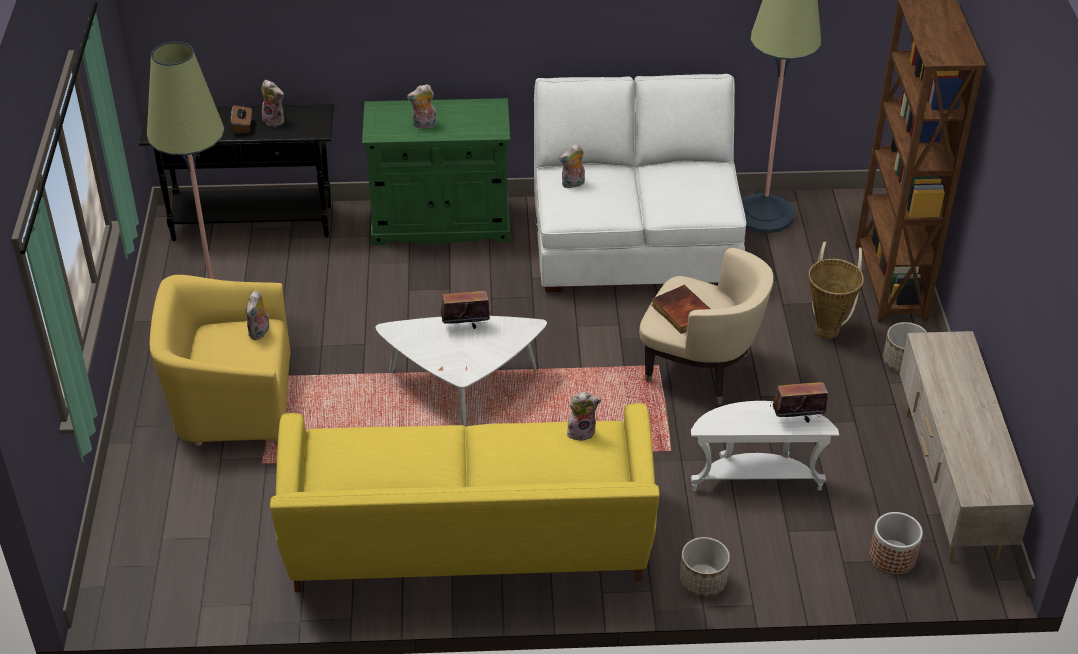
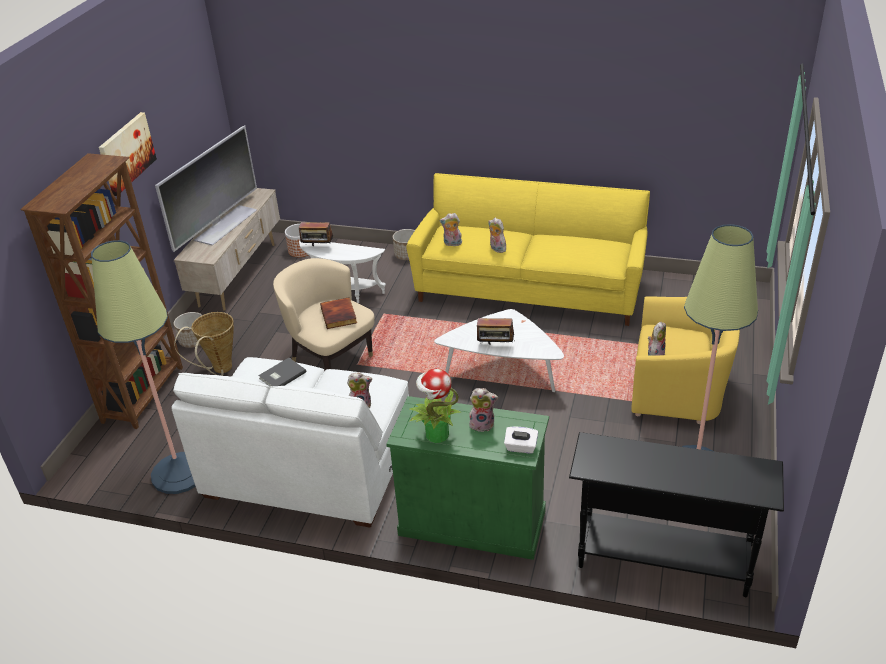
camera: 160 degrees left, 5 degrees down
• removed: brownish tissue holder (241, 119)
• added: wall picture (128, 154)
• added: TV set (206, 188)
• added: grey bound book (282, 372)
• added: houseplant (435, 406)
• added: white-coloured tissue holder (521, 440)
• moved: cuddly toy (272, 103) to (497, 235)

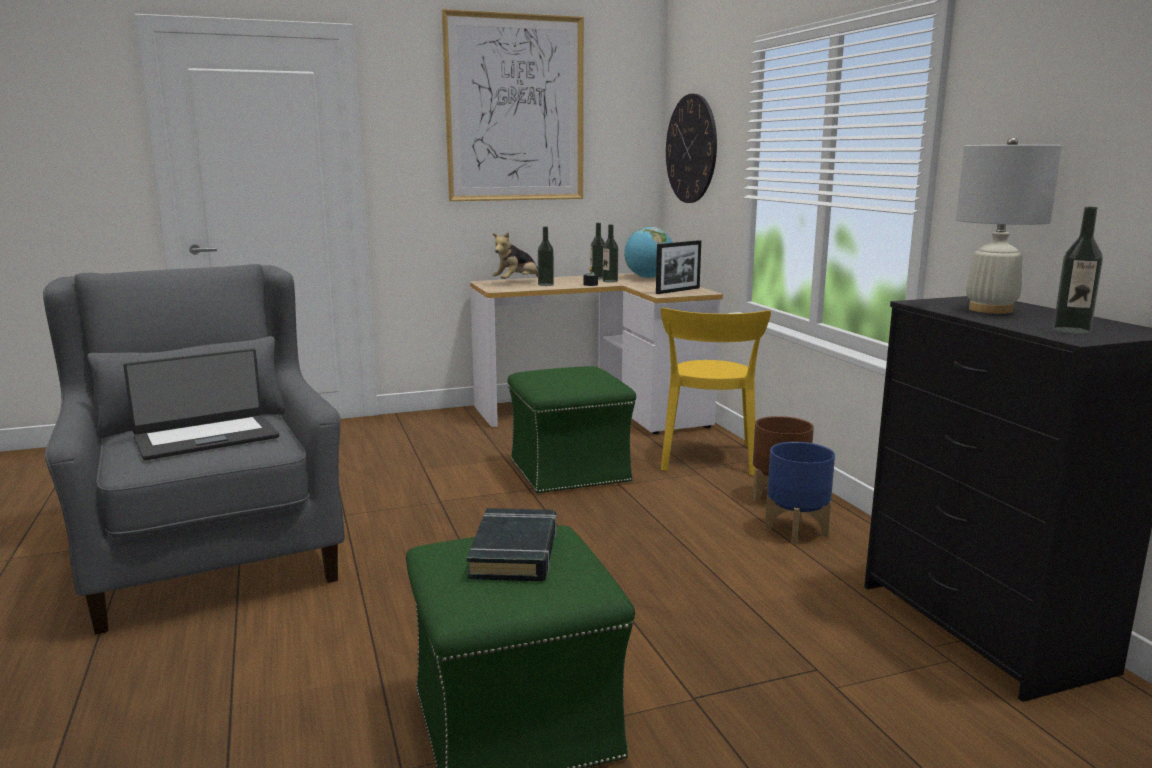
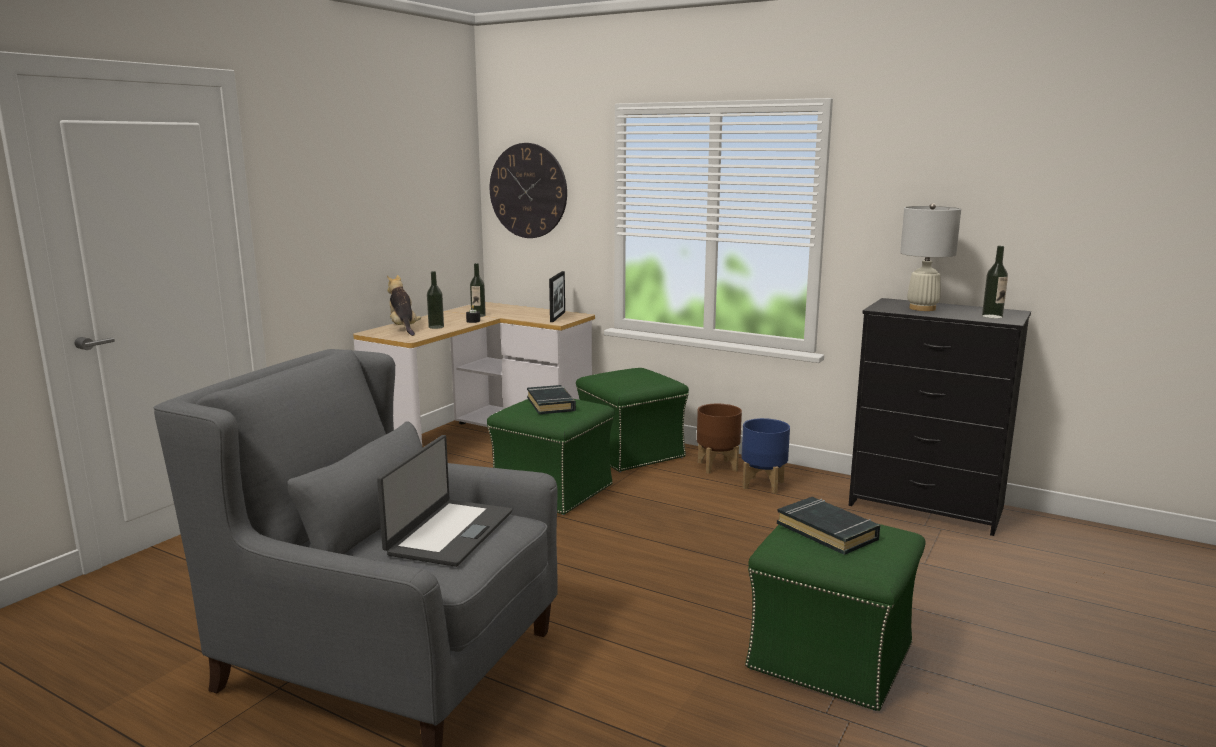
camera: 40 degrees left, 0 degrees up
• removed: wall picture (513, 105)
• removed: bottle (598, 251)
• removed: world globe (648, 252)
• added: blackish bound book (551, 399)
• replaced: yellowish chair (716, 391) to greenish footrest (632, 420)
• turned: cuddly toy (515, 255) = (404, 305) 150 degrees clockwise

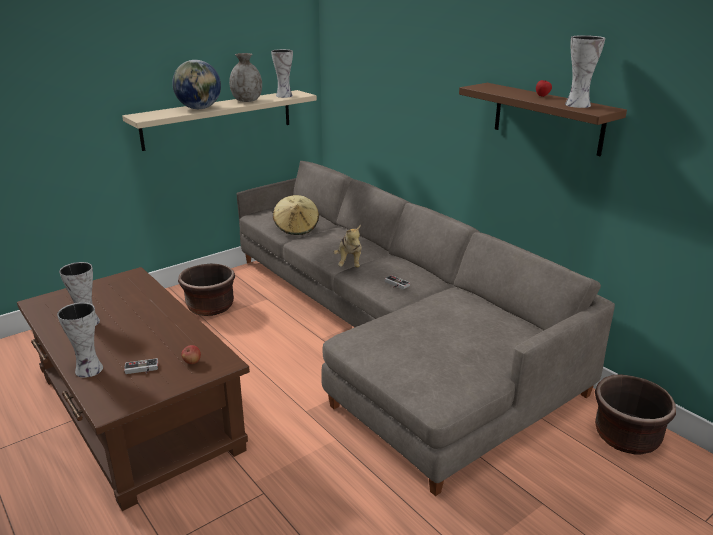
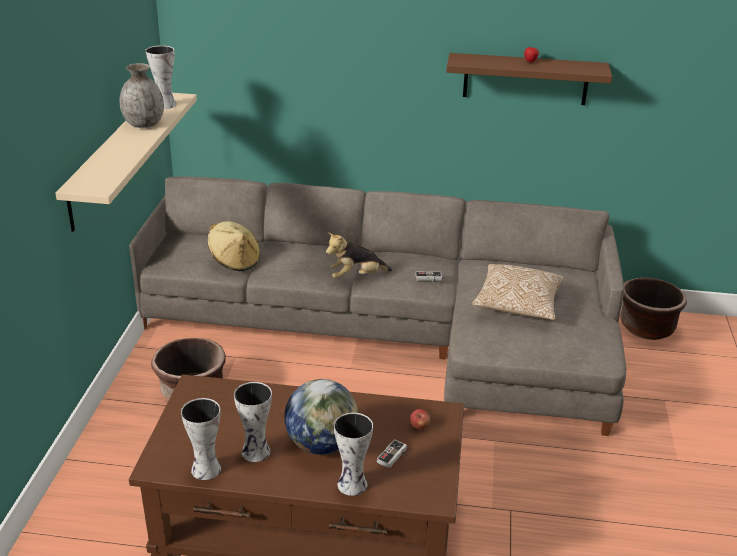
camera: 45 degrees left, 5 degrees up
• added: cushion (518, 292)
• moved: world globe (196, 84) to (321, 417)
• moved: decorative vase (585, 71) to (201, 439)
• turned: cuddly toy (348, 246) = (359, 255) 120 degrees clockwise

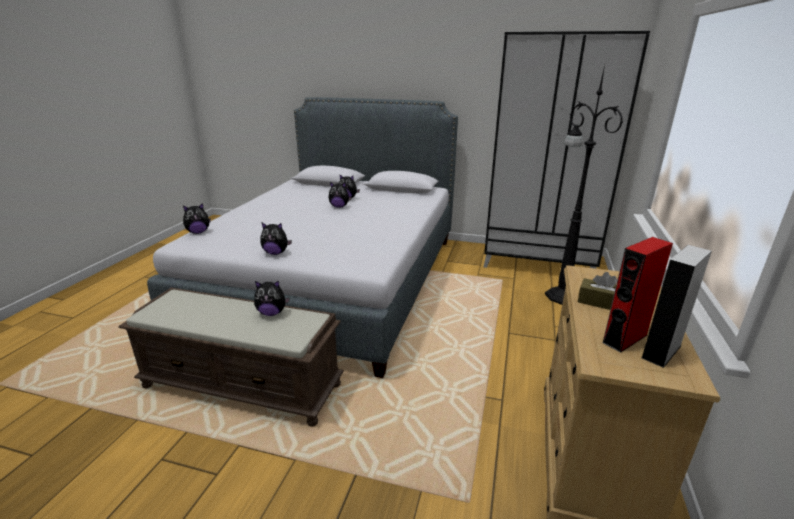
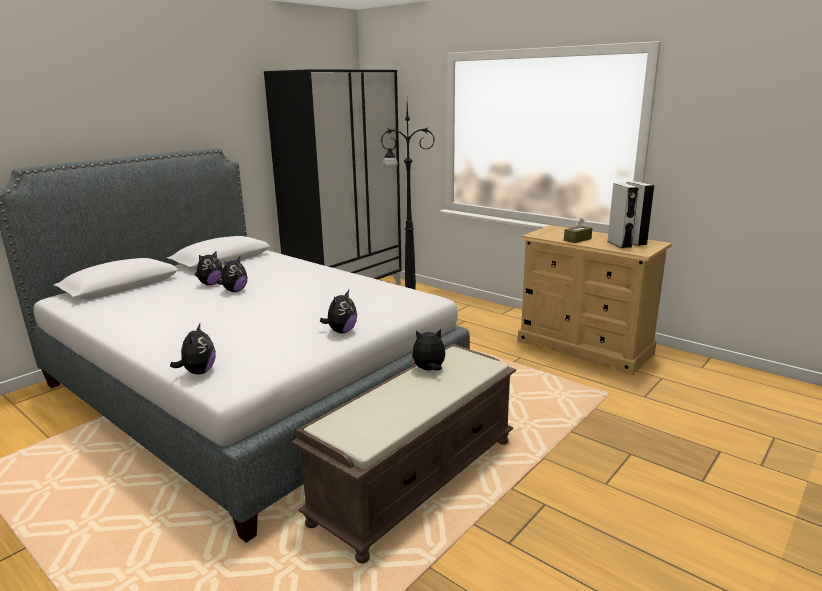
camera: 65 degrees left, 5 degrees down
• recoloured: reddish speaker (637, 295) to grey speaker (623, 215)
• turned: cuddly toy (272, 298) = (428, 350) 120 degrees counterclockwise

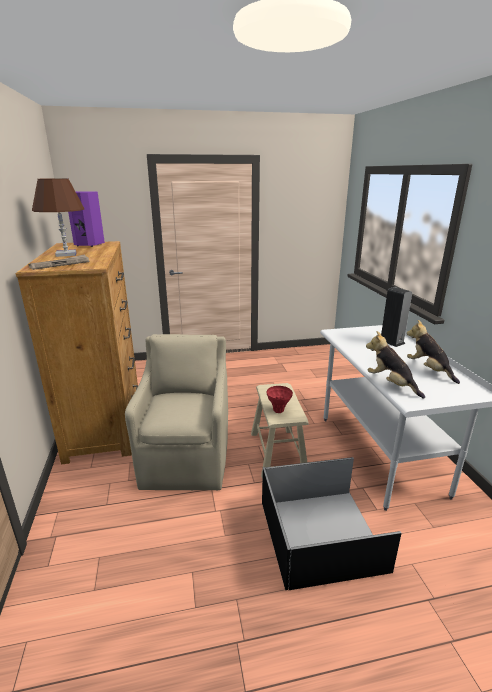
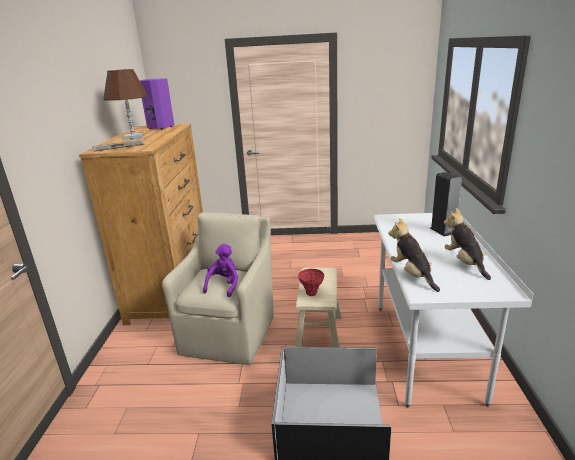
camera: 15 degrees right, 0 degrees up
• added: purple-coloured cuddly toy (220, 270)

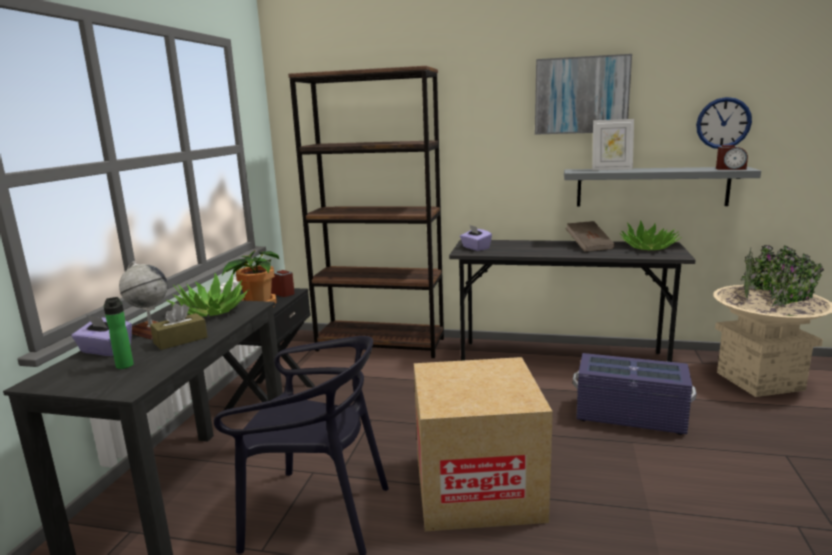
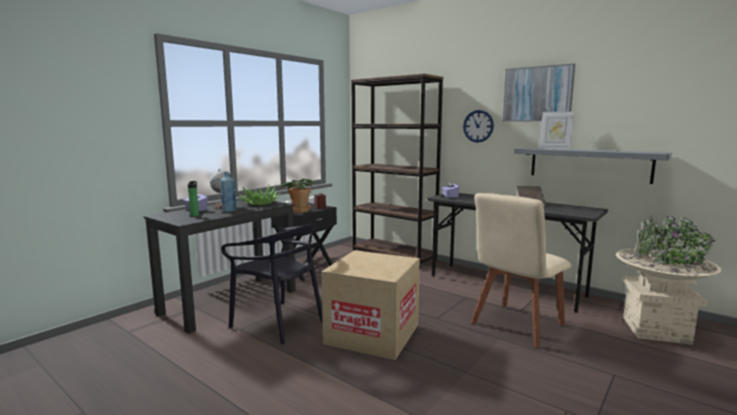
camera: 25 degrees right, 5 degrees down
• removed: houseplant (650, 235)
• removed: bedside clock (732, 157)
• moved: clock on the wall (724, 123) to (478, 126)
• replaced: brownish tissue holder (179, 326) to blue-coloured bottle (228, 192)
• replaced: purple-coloured storage container (634, 394) to beige-coloured chair (521, 270)

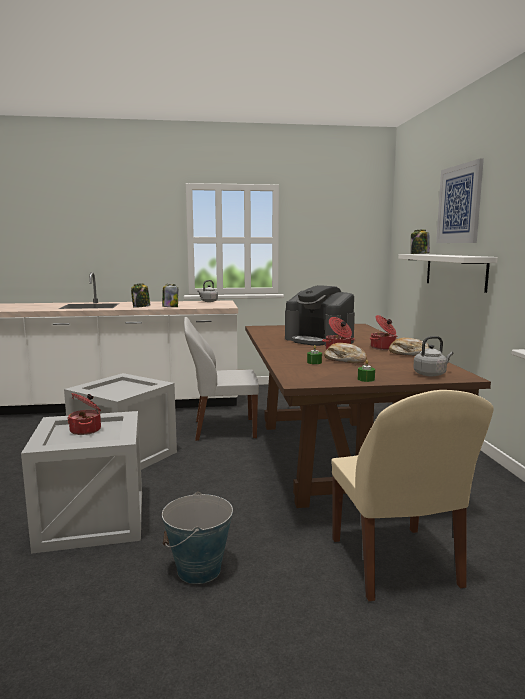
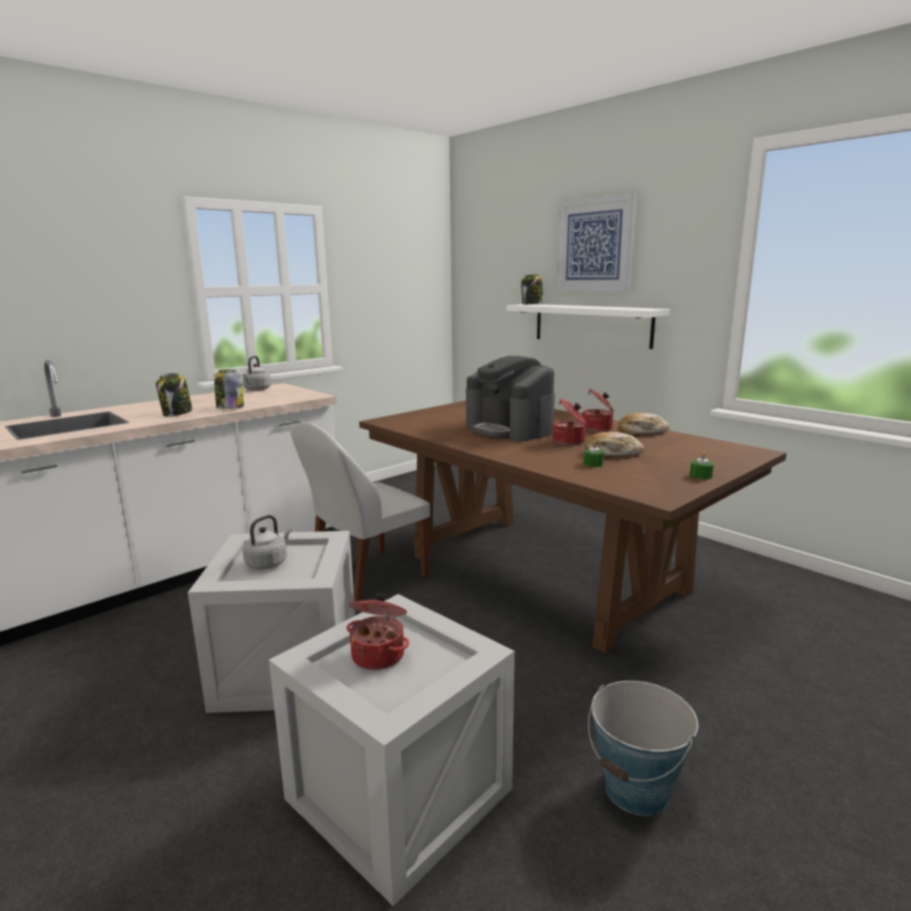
camera: 35 degrees left, 5 degrees up
• removed: beige-coloured chair (413, 495)
• moved: grey water kettle (433, 356) to (267, 542)
• turned: coffee brewer (320, 315) = (510, 399) 45 degrees clockwise

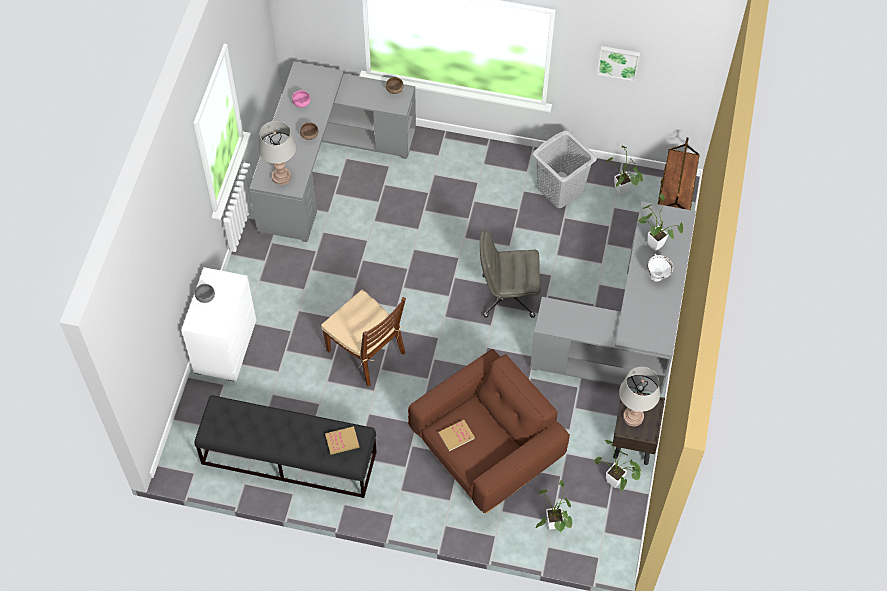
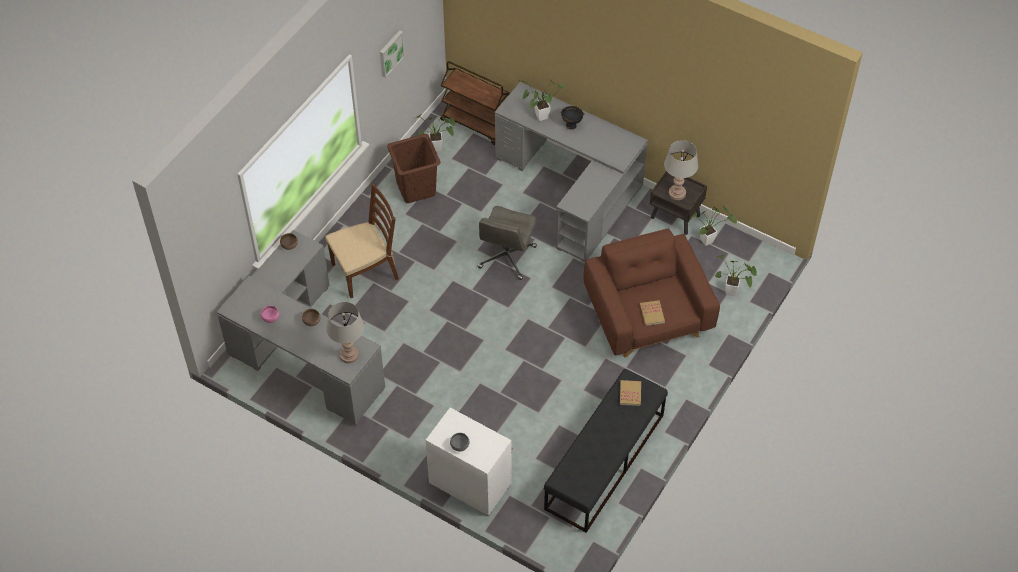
camera: 70 degrees left, 5 degrees down
• moved: brownish chair (363, 338) to (362, 241)
• recoloured: grey laundry basket (564, 169) to brownish laundry basket (414, 168)
• recoloured: white-coloured deep dish (660, 268) to blackish deep dish (572, 118)

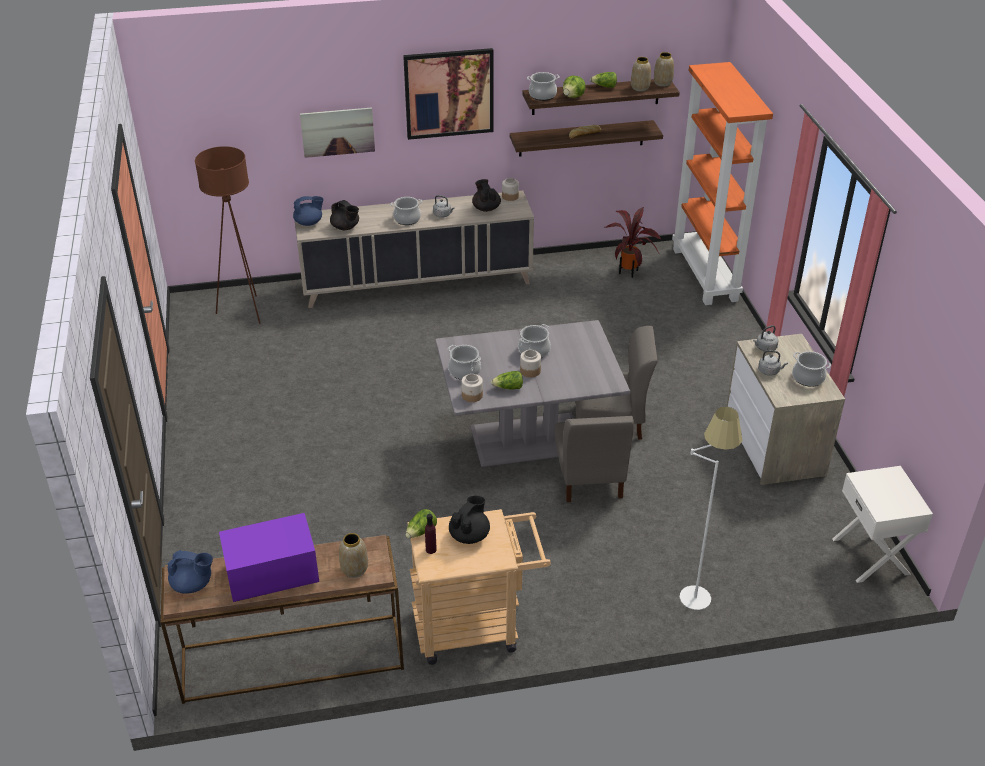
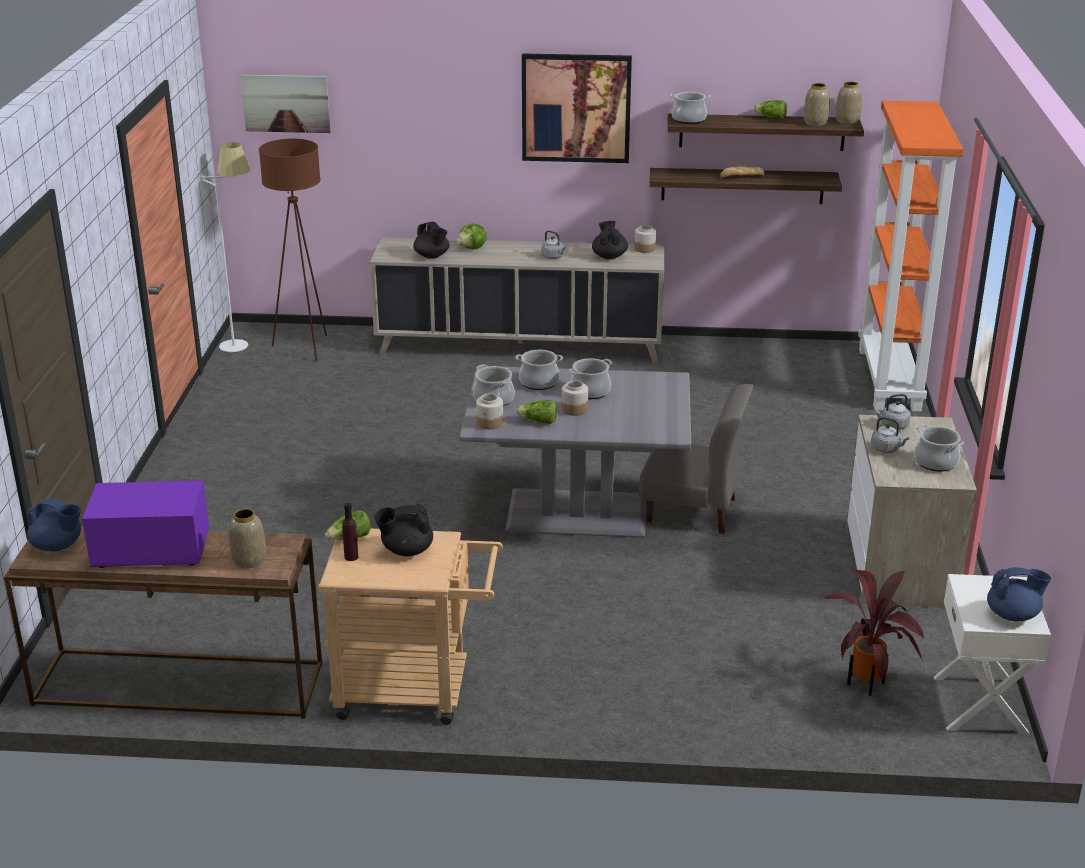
camera: 15 degrees right, 10 degrees down
• removed: grey chair (594, 459)
• moved: blue-coloured tea pot (308, 211) to (1019, 594)
• moved: wall picture (337, 132) to (285, 103)
• moved: saucepot (406, 211) to (539, 370)
• moved: head of lettuce (574, 87) to (472, 236)
• moved: houseplant (633, 242) to (873, 632)
• moved: white-coloured floor lamp (711, 508) to (226, 247)
• turned: blackish tea pot (469, 520) = (403, 530) 150 degrees counterclockwise

